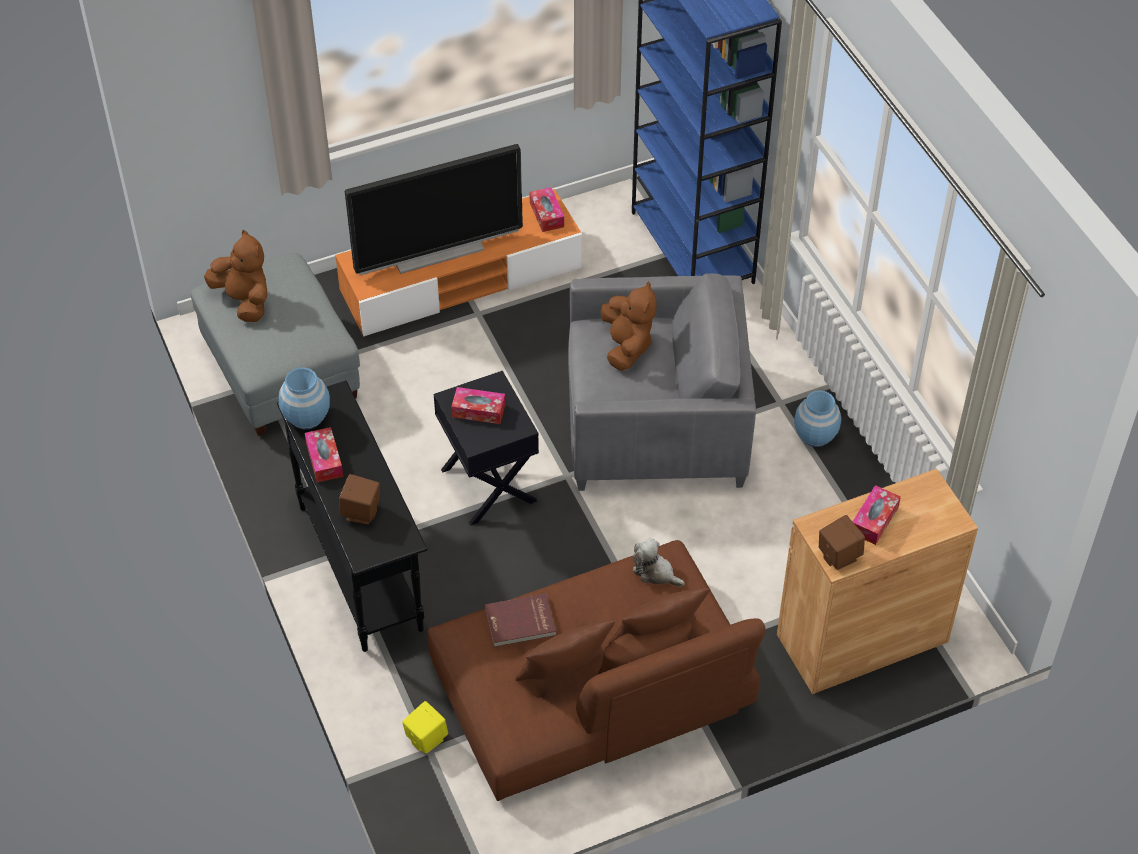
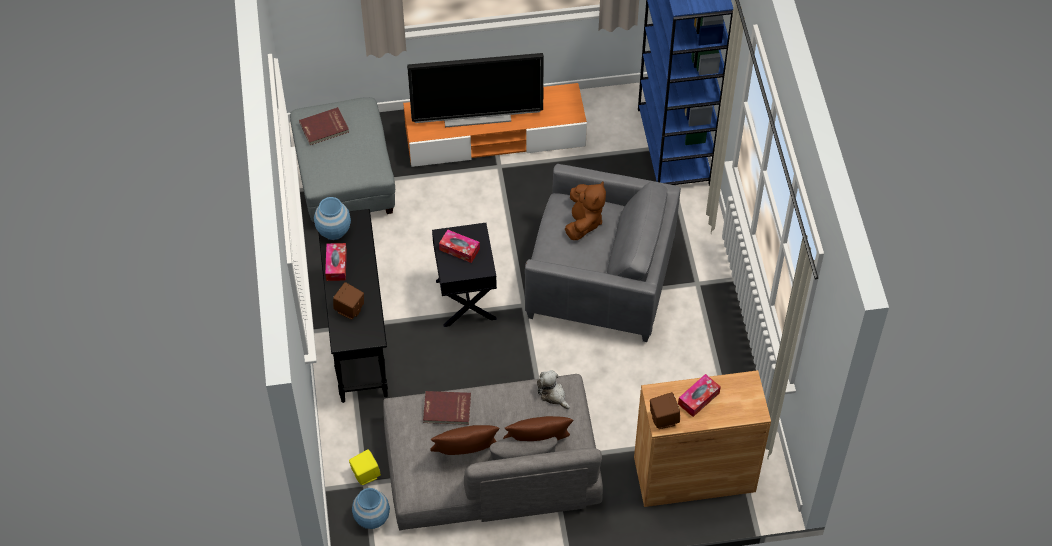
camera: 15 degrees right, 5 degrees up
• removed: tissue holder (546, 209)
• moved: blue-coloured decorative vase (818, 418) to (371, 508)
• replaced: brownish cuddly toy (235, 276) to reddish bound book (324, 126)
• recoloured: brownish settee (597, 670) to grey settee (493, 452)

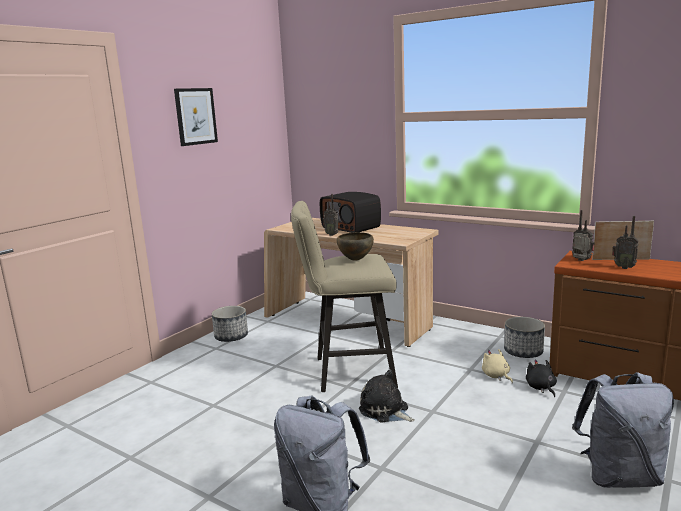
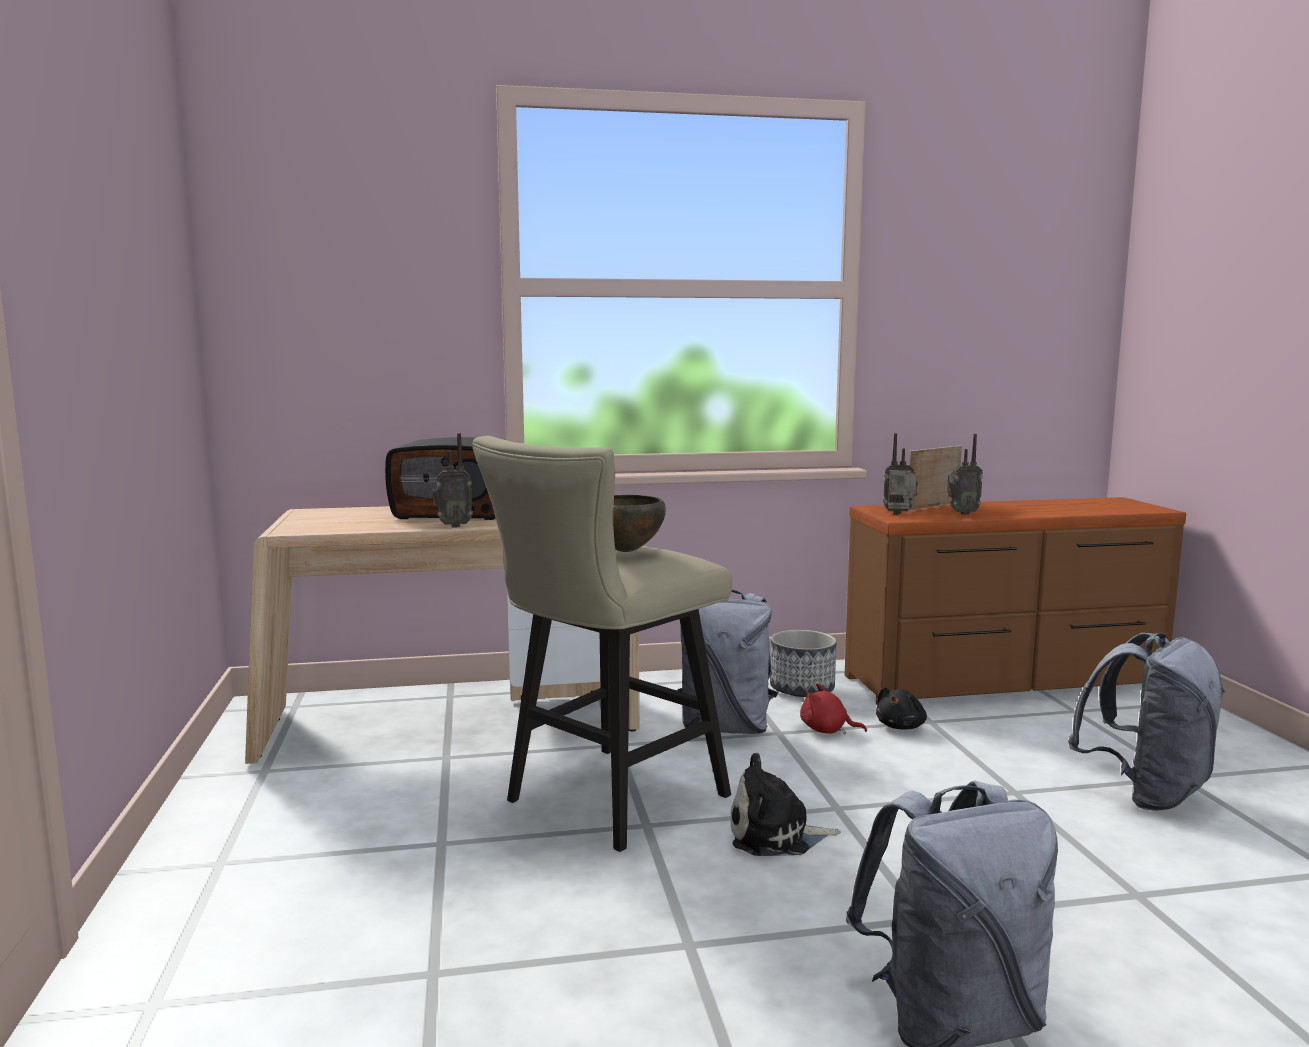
camera: 45 degrees left, 5 degrees down
• removed: wall picture (196, 117)
• removed: planter (230, 324)
• added: grey rucksack (727, 662)
• recoloured: beige-coloured cuddly toy (497, 366) to reddish cuddly toy (833, 708)
• turned: blackish cuddly toy (541, 378) = (901, 708) 90 degrees counterclockwise

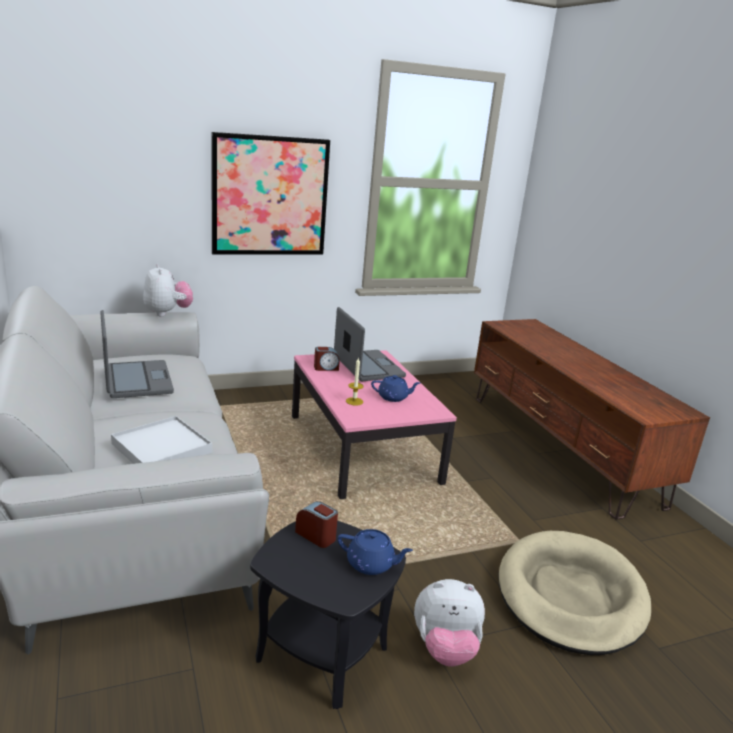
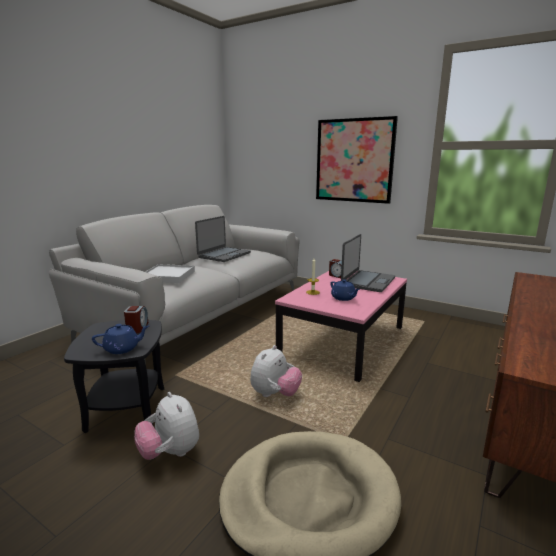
camera: 55 degrees right, 5 degrees down
• moved: cuddly toy (168, 290) to (276, 371)
• turned: blue-coloured tea pot (375, 552) = (120, 339) 90 degrees counterclockwise

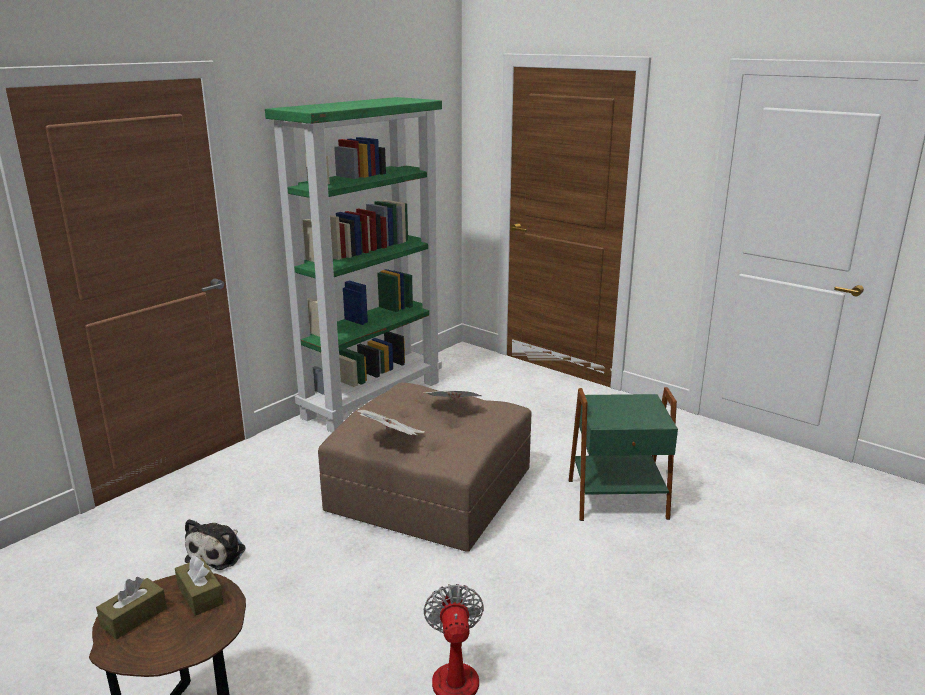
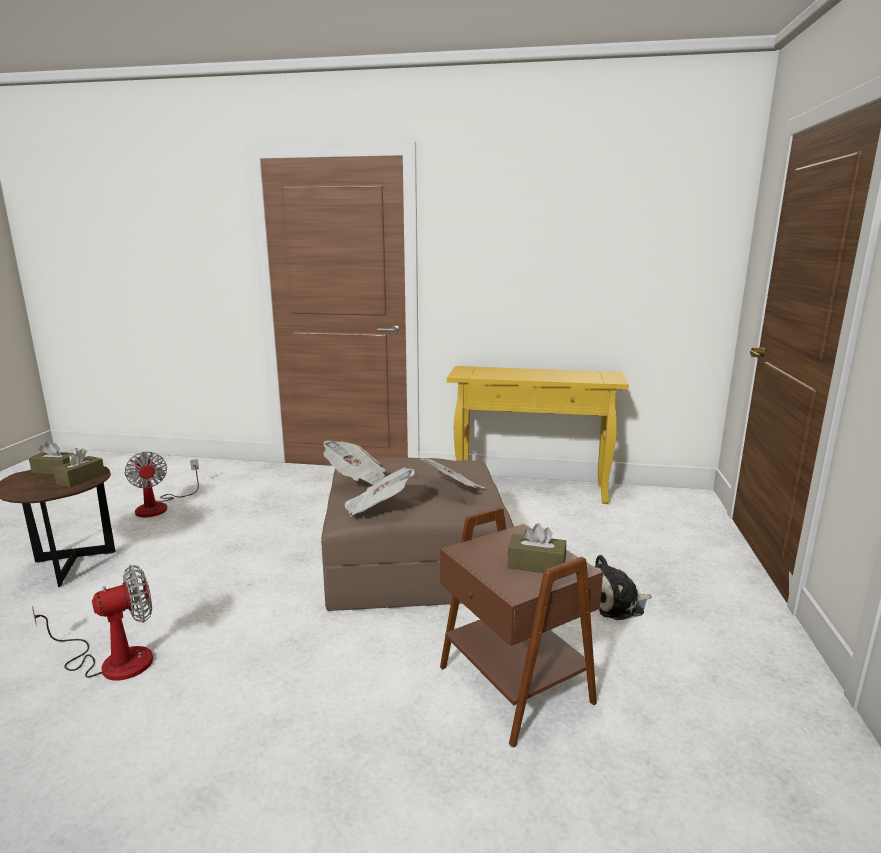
camera: 60 degrees right, 5 degrees down
• added: cooling fan (162, 484)
• added: daily paper (379, 492)
• added: brownish tissue holder (537, 548)
• moved: cuddly toy (215, 544) to (623, 587)
• replaced: greenish shelving unit (353, 265) to yellowish narrow table (538, 435)
• recoloured: greenish side table (623, 454) to brownish side table (521, 627)

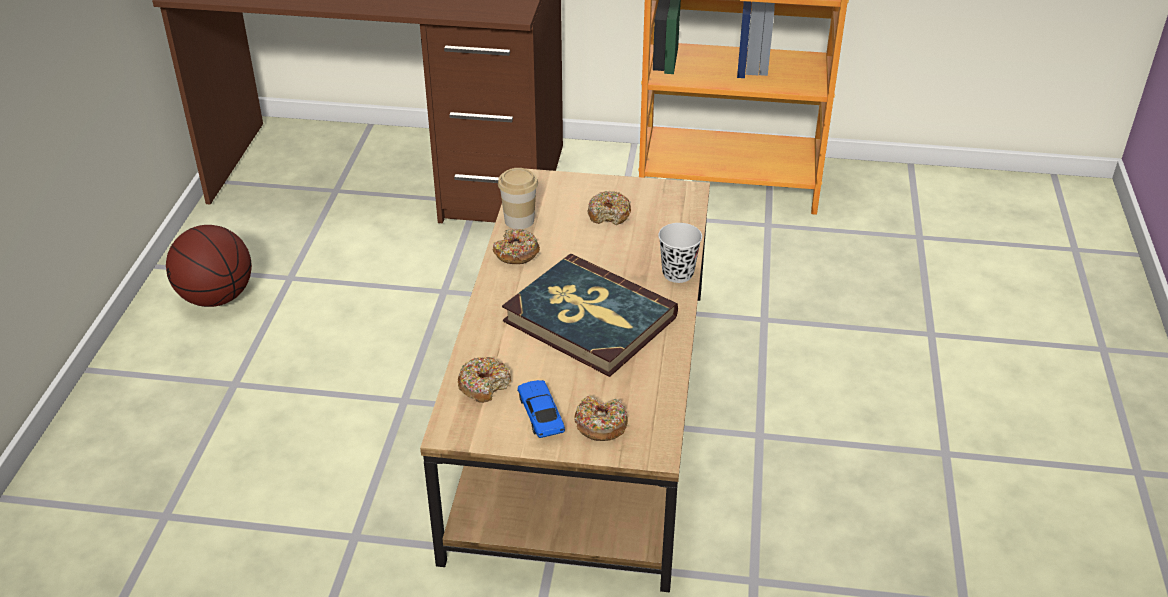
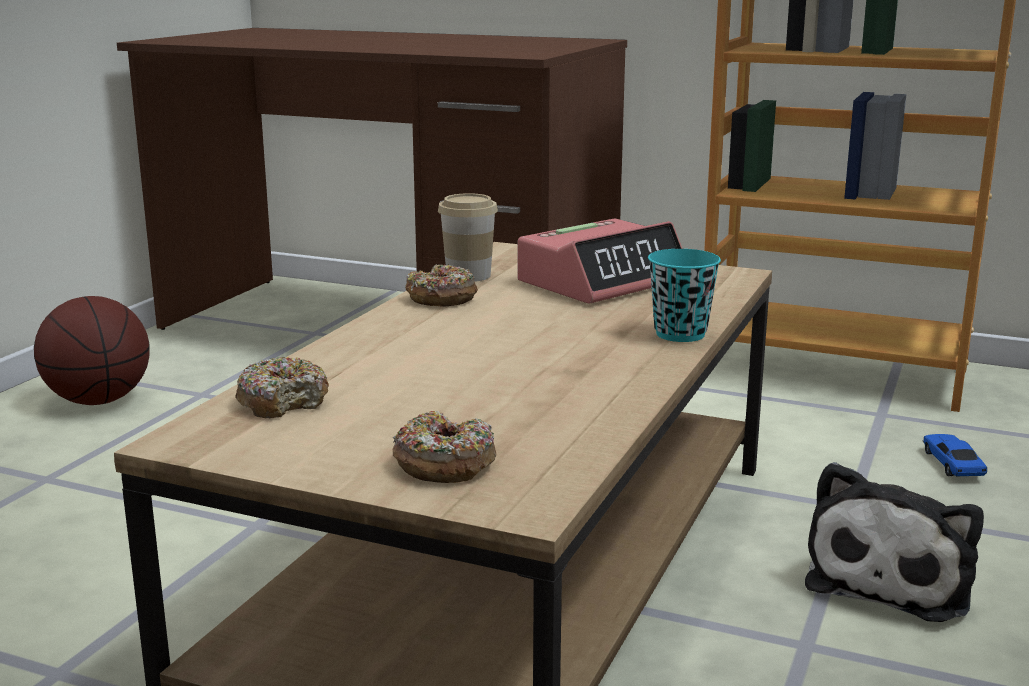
camera: 15 degrees right, 20 degrees down
• removed: bound book (590, 315)
• added: cuddly toy (894, 542)
• moved: toy car (541, 409) to (954, 455)
• replaced: donut (609, 208) to bedside clock (600, 260)
• recoloured: blackish small cup (680, 253) to blue-green small cup (684, 295)

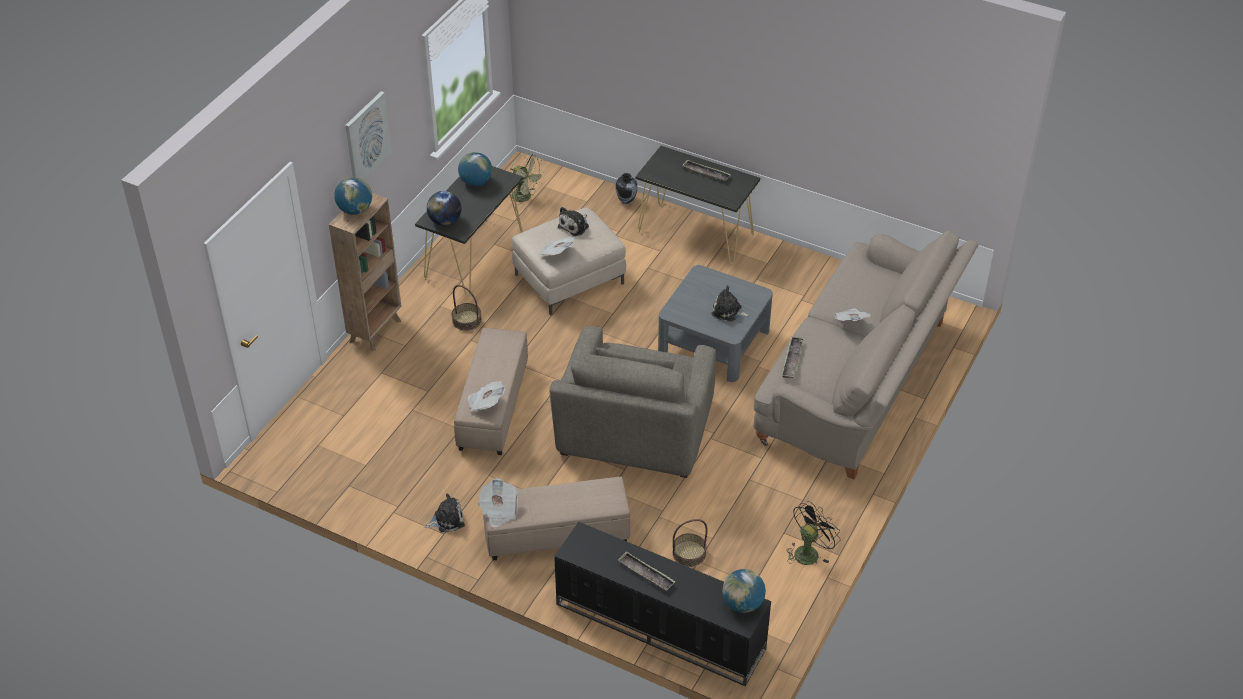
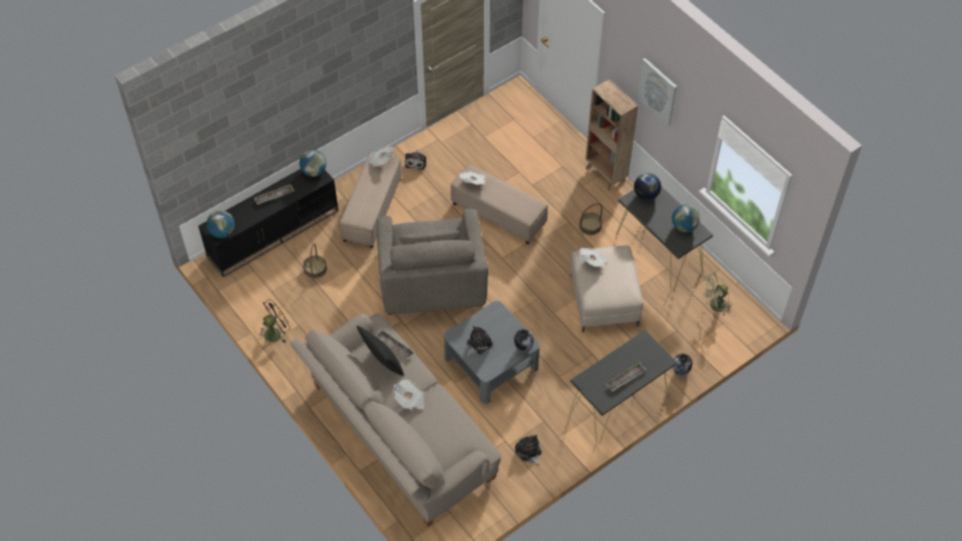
camera: 115 degrees right, 10 degrees up
• added: blackish cushion (380, 351)
• added: decorative vase (524, 341)
• moved: world globe (353, 196) to (312, 163)
• moved: cuddly toy (573, 221) to (528, 450)
• turned: grey lounge chair (632, 402) = (432, 262) 135 degrees counterclockwise
• turned: blackish cooling fan (814, 533) = (274, 321) 105 degrees counterclockwise

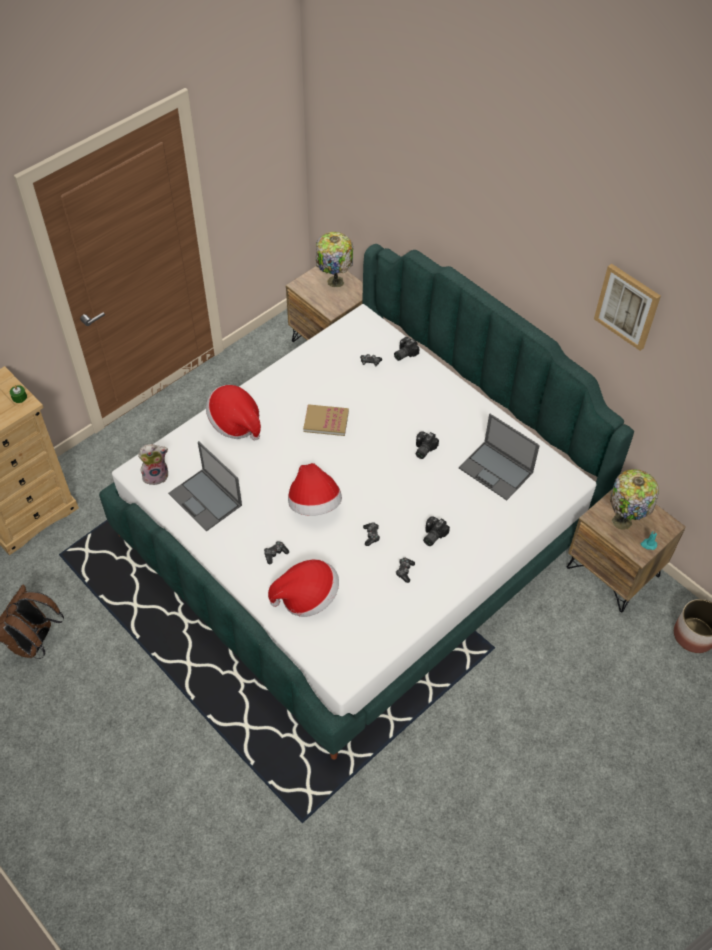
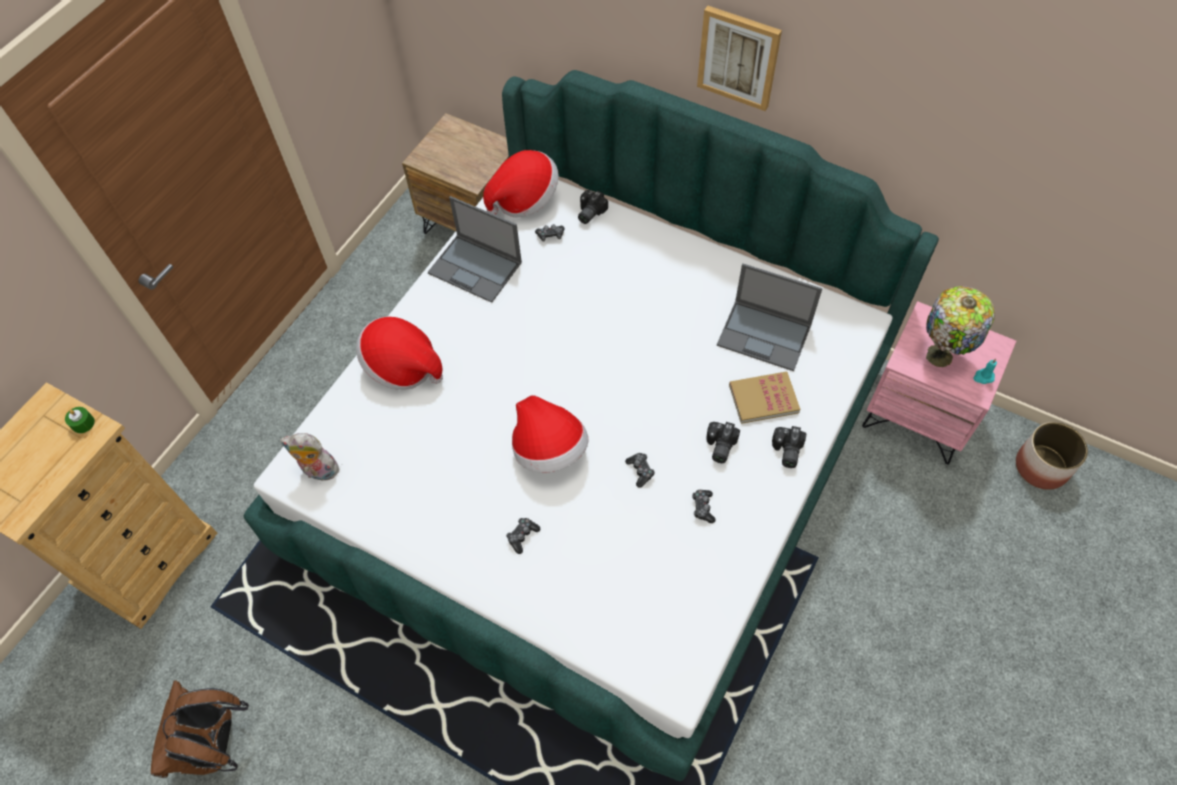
camera: 15 degrees left, 5 degrees up
• removed: table lamp (334, 259)
• moved: notebook computer (205, 486) to (475, 249)
• moved: clothing hat (303, 588) to (521, 184)
• moved: bound book (326, 420) to (764, 397)
• moved: photo camera (427, 445) to (789, 447)
• moved: wall picture (627, 307) to (739, 58)
• recoloured: brownish nightstand (626, 551) to pink-coloured nightstand (939, 382)
• turned: cuddly toy (153, 464) = (309, 457) 135 degrees counterclockwise

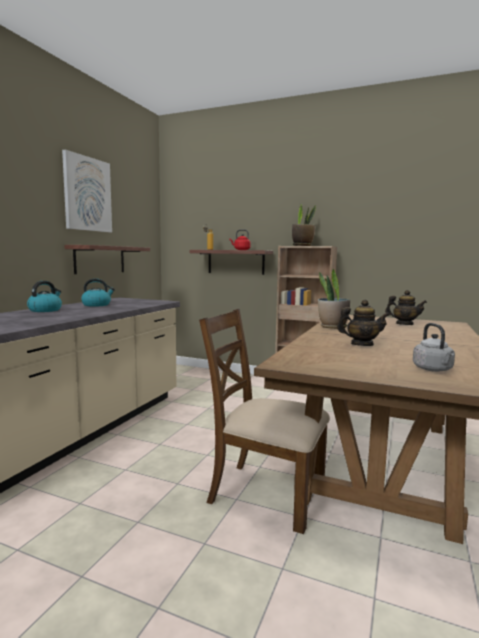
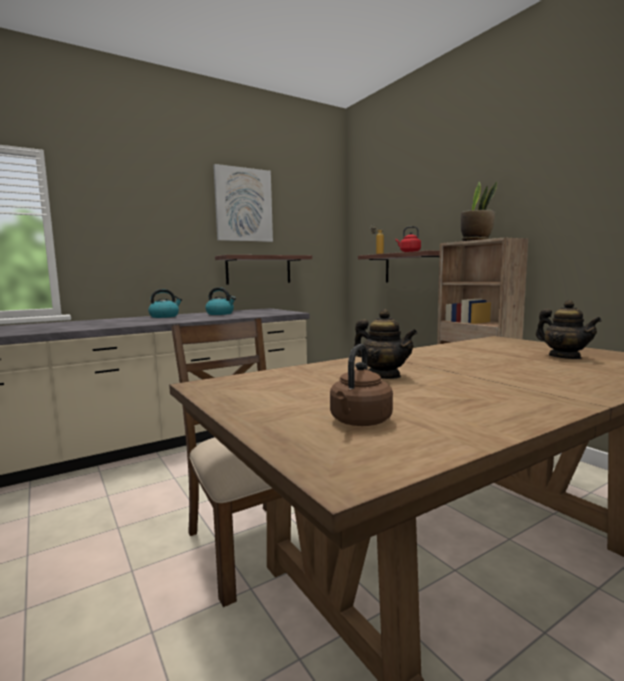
camera: 35 degrees right, 0 degrees up
• removed: houseplant (334, 299)
• recoloured: grey water kettle (434, 347) to brownish water kettle (361, 385)

